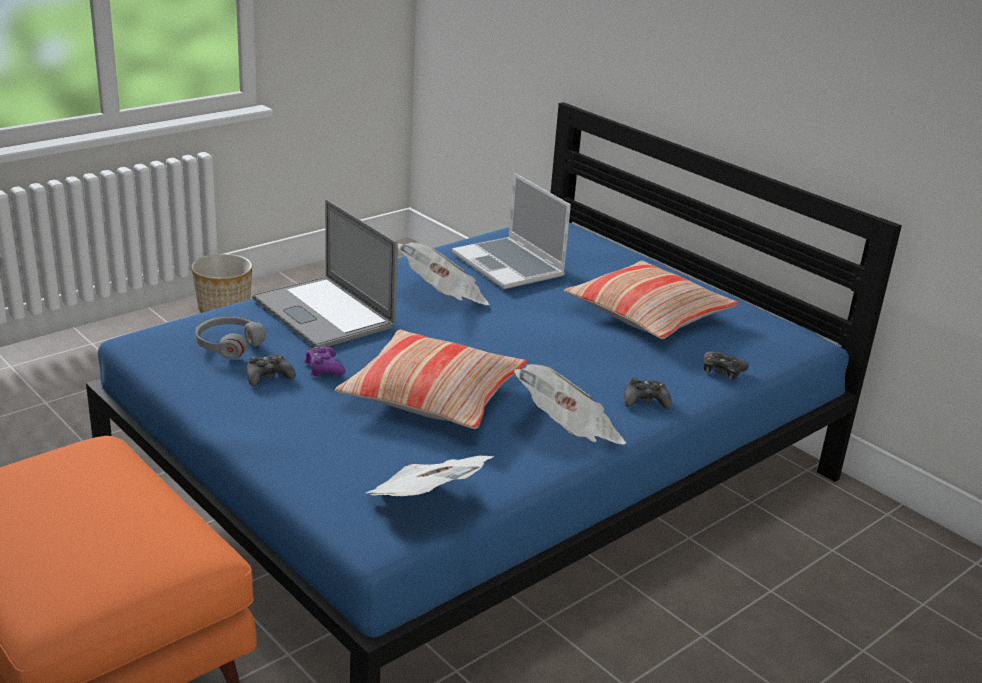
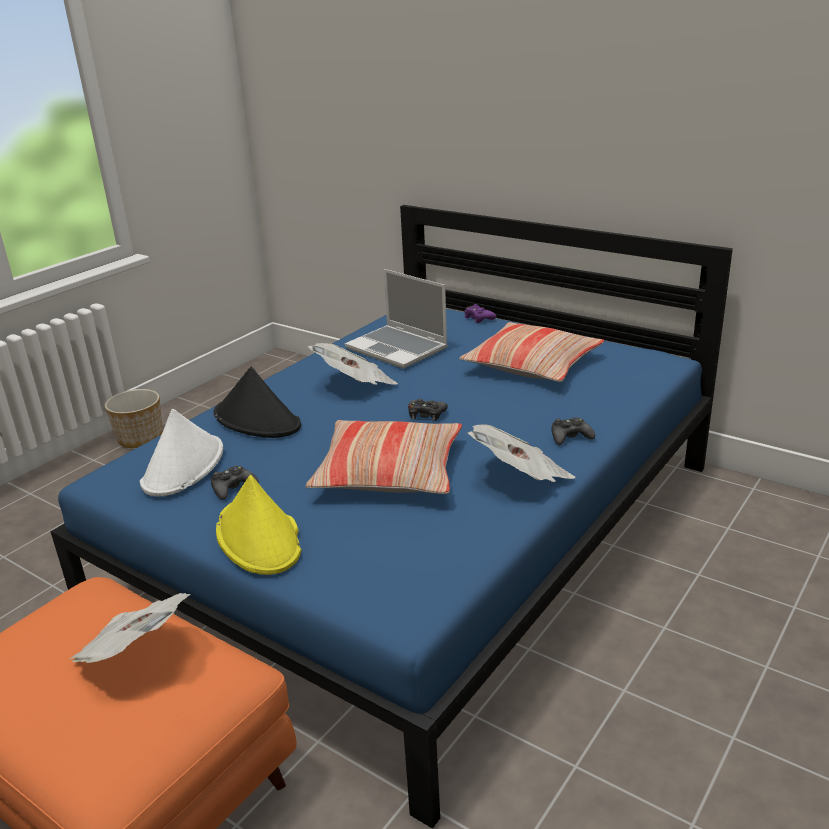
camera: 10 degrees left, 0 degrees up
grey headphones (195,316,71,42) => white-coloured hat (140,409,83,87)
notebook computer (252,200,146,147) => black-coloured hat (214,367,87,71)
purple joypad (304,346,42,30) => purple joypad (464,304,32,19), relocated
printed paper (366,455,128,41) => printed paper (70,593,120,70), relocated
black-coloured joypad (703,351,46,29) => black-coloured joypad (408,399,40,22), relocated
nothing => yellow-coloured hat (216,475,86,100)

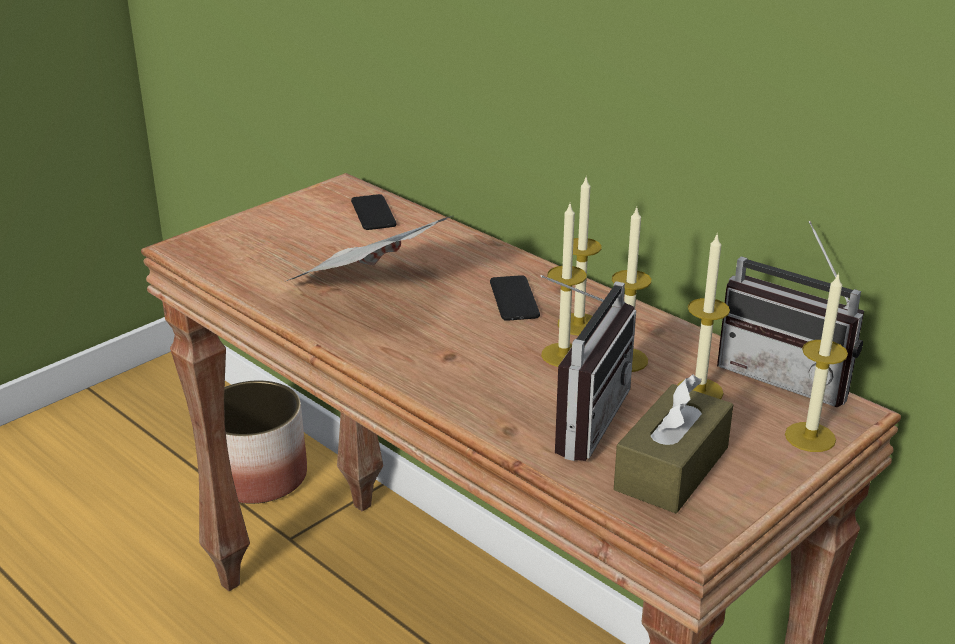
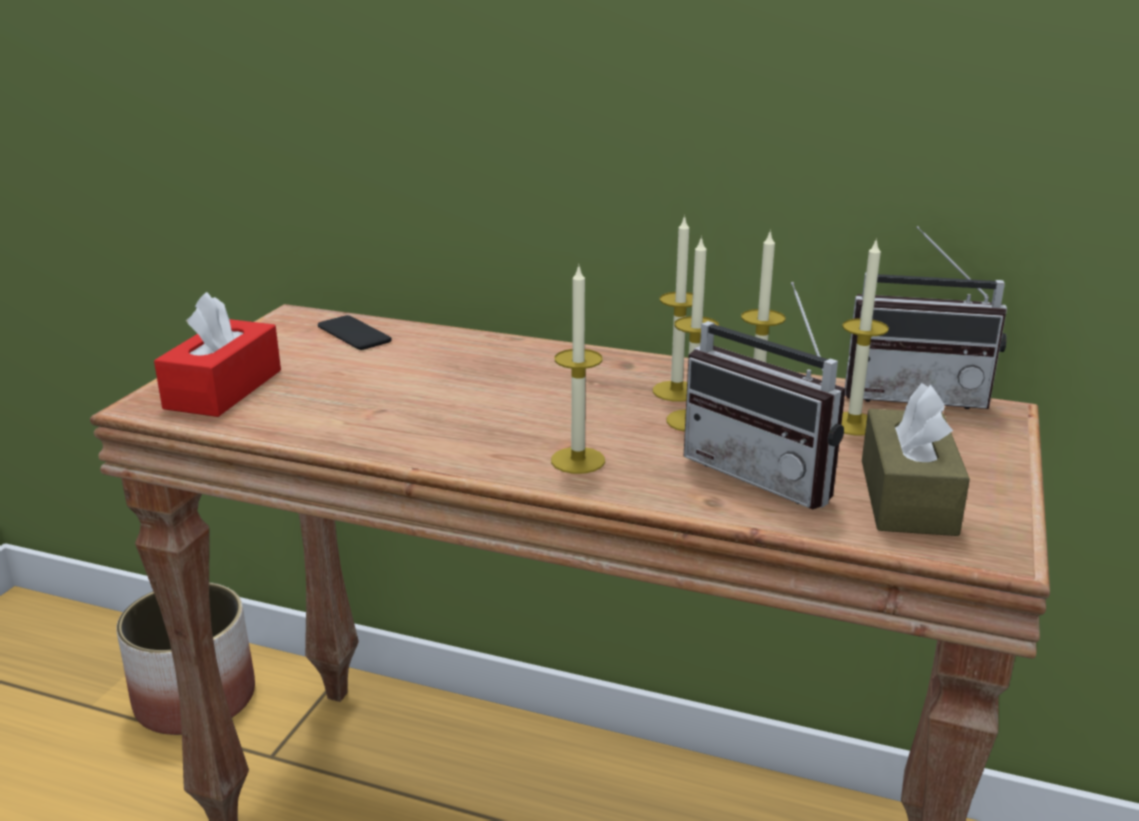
camera: 25 degrees left, 5 degrees down
printed paper (286,216,166,65) => nothing
telephone (490,275,50,46) => nothing
radio receiver (540,275,96,186) => radio receiver (684,282,162,227), 135 degrees clockwise
candle (785,272,63,180) => candle (551,264,54,210), relocated
nothing => red tissue holder (154,292,127,125)

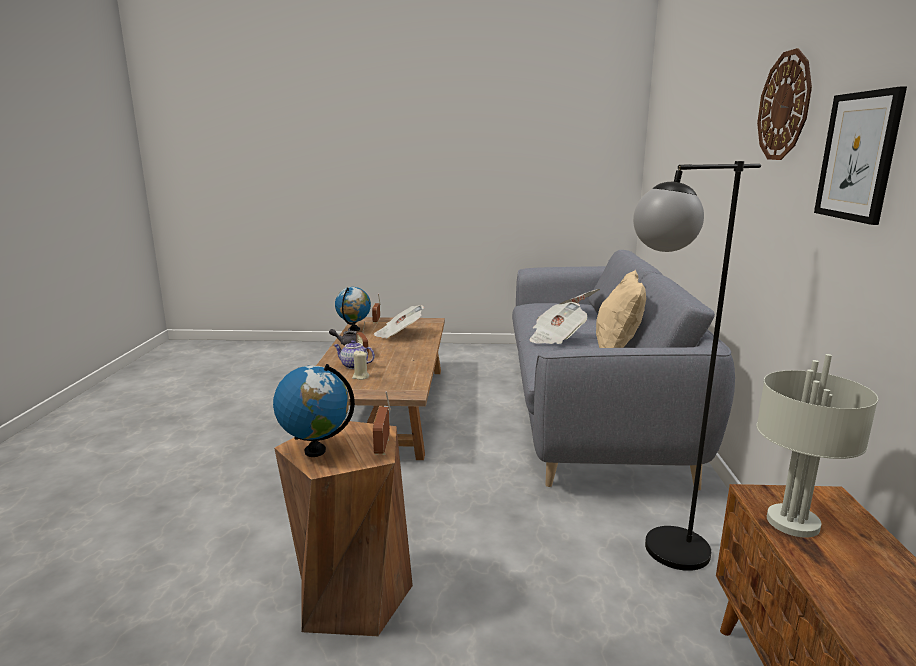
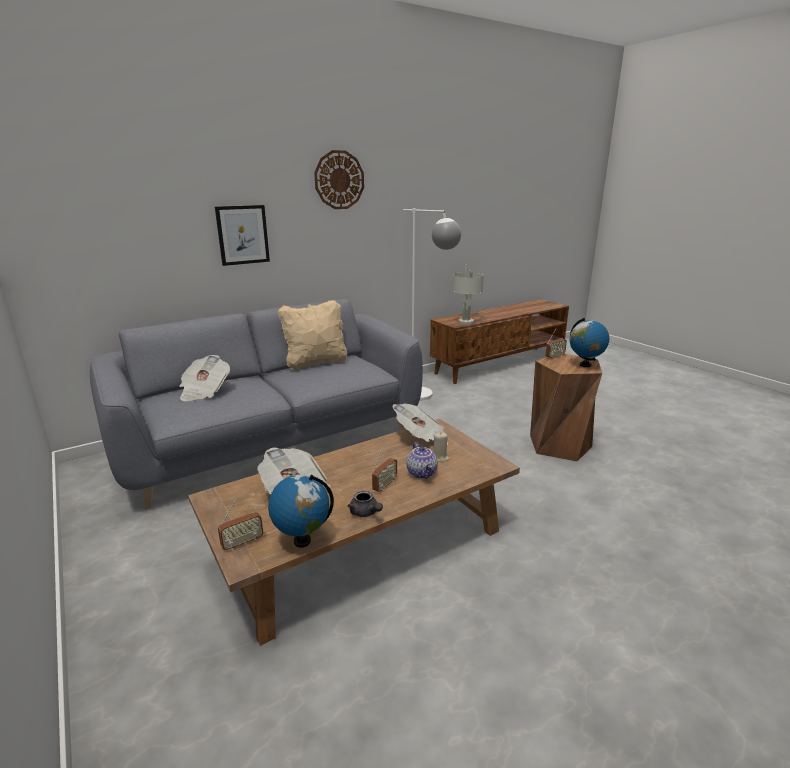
camera: 125 degrees left, 5 degrees up
printed paper (530,302,57,42) => printed paper (392,404,57,41), relocated
black-coloured standard lamp (633,161,128,410) => white-coloured standard lamp (403,208,58,193)
wall art (814,86,93,139) => wall art (215,205,55,61), relocated

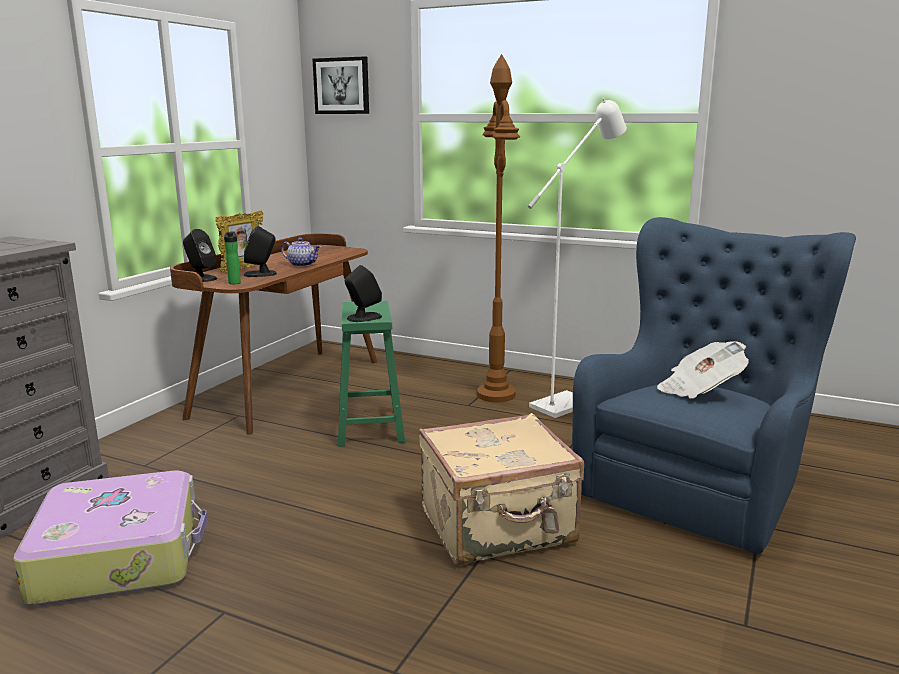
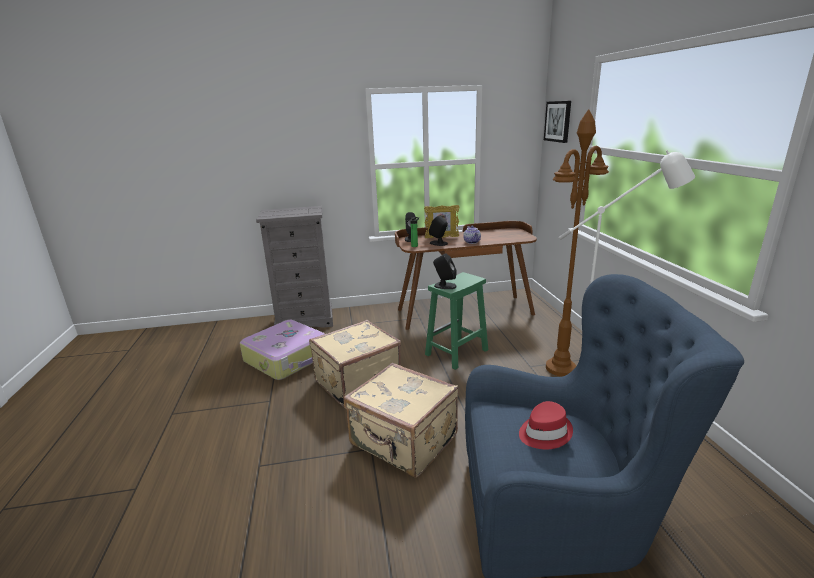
camera: 55 degrees right, 5 degrees up
printed paper (657,341,92,58) => red hat (519,401,54,48)
nothing => beige-coloured travel case (309,320,92,87)

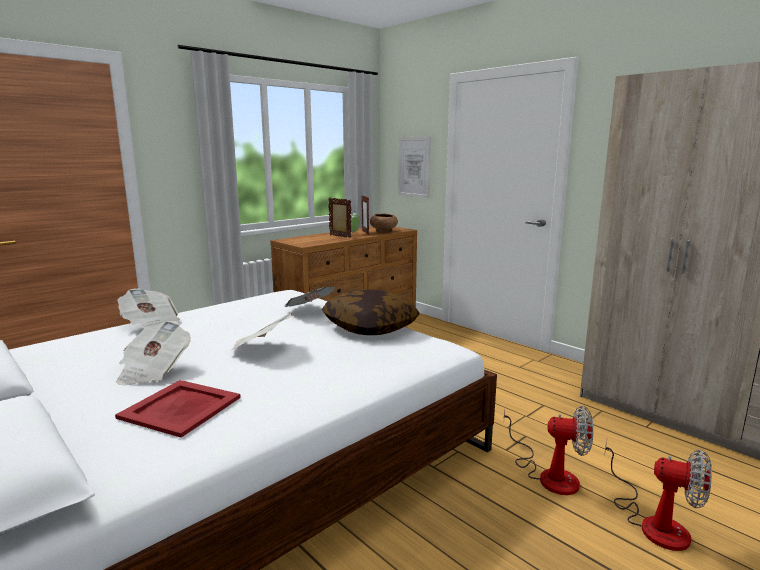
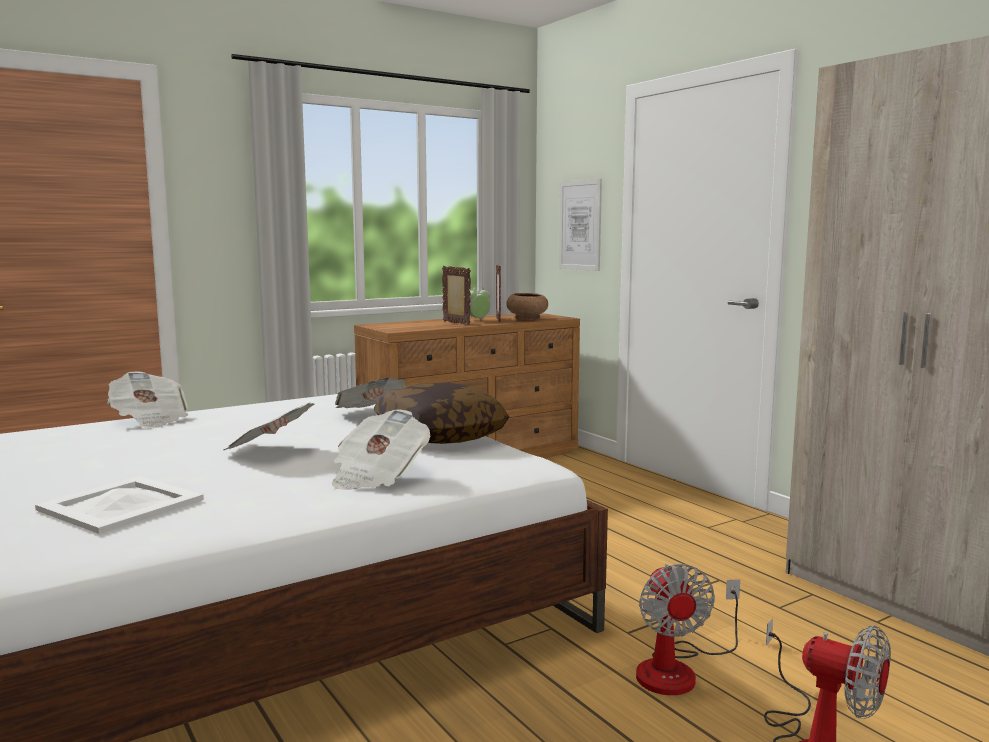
camera: 10 degrees right, 5 degrees down
red serving tray (115,380,126,58) => white-coloured serving tray (35,476,169,58)
printed paper (116,321,75,64) => printed paper (332,409,98,81), relocated
cooling fan (504,406,89,89) => cooling fan (636,564,104,131), 60 degrees clockwise

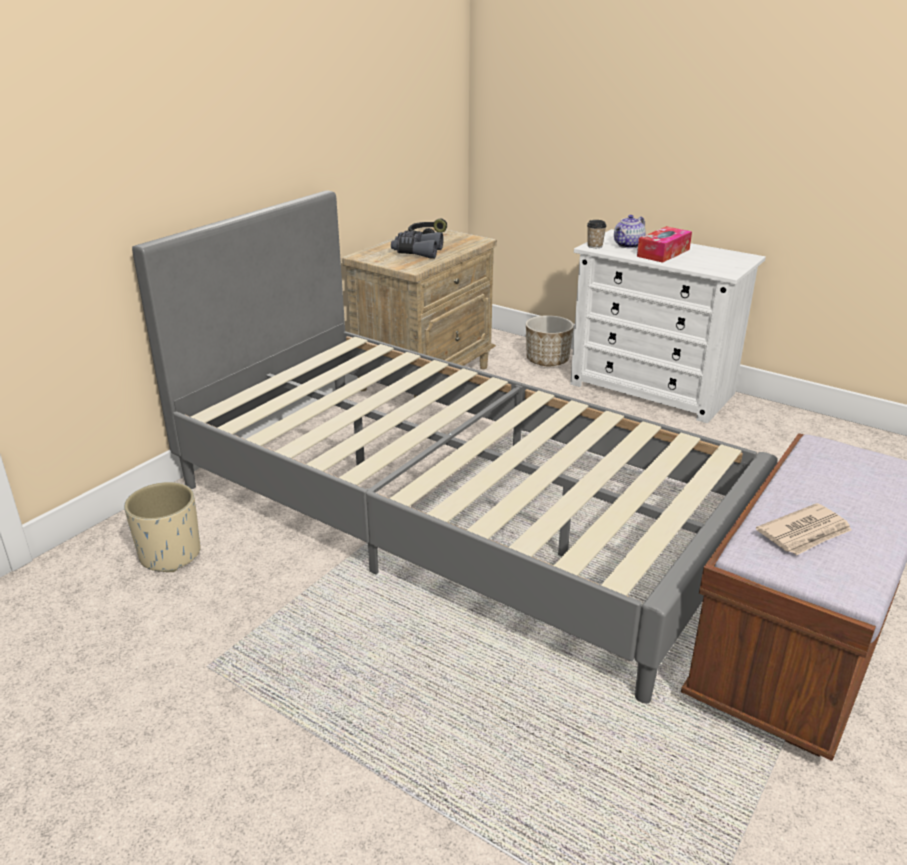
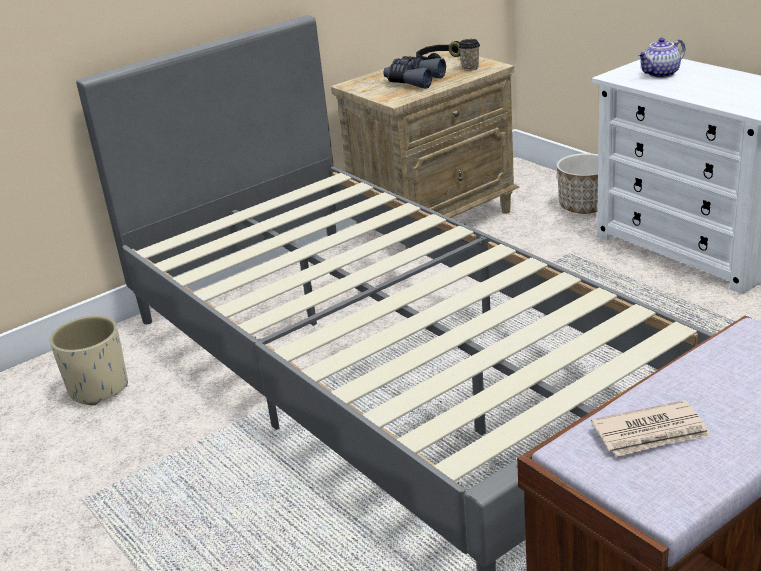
camera: 20 degrees right, 0 degrees up
cup (587,220,20,28) => cup (459,39,21,32), relocated
tissue holder (637,226,55,37) => nothing

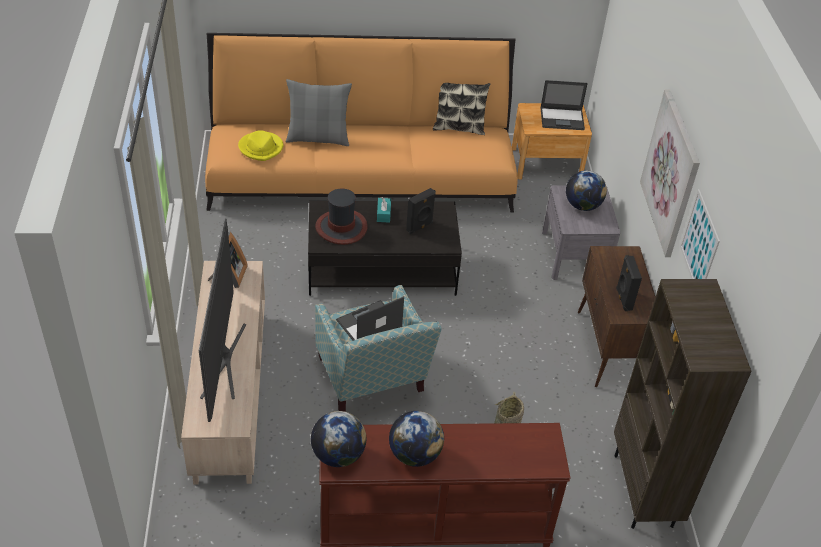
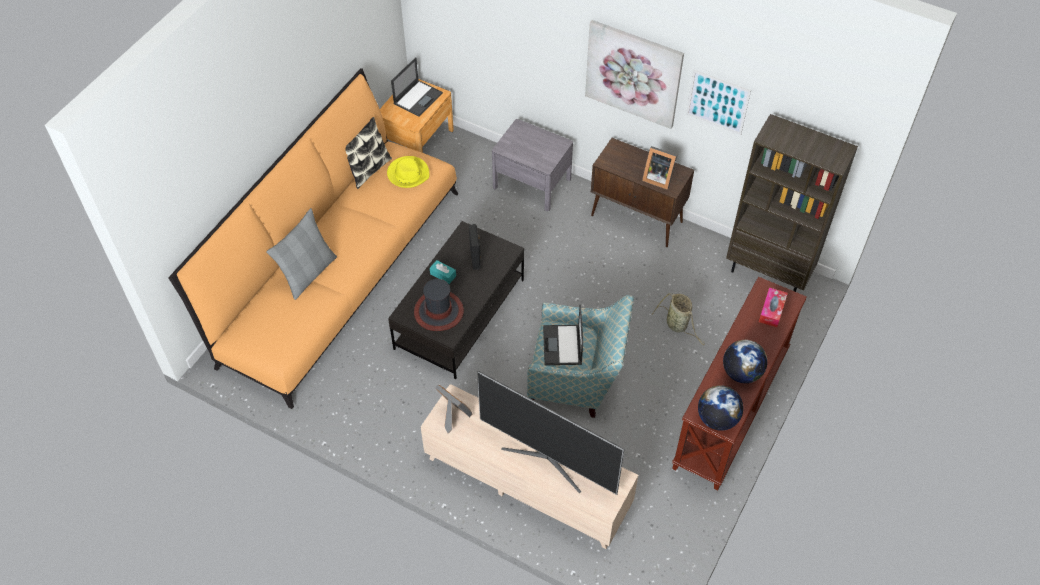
camera: 55 degrees left, 10 degrees up
yellow-coloured hat (238,130,45,31) => yellow-coloured hat (387,156,42,32), relocated
globe (566,170,41,41) => nothing
black-coloured audio speaker (616,255,26,56) => photo frame (642,146,35,44)
nothing => tissue holder (759,287,29,40)

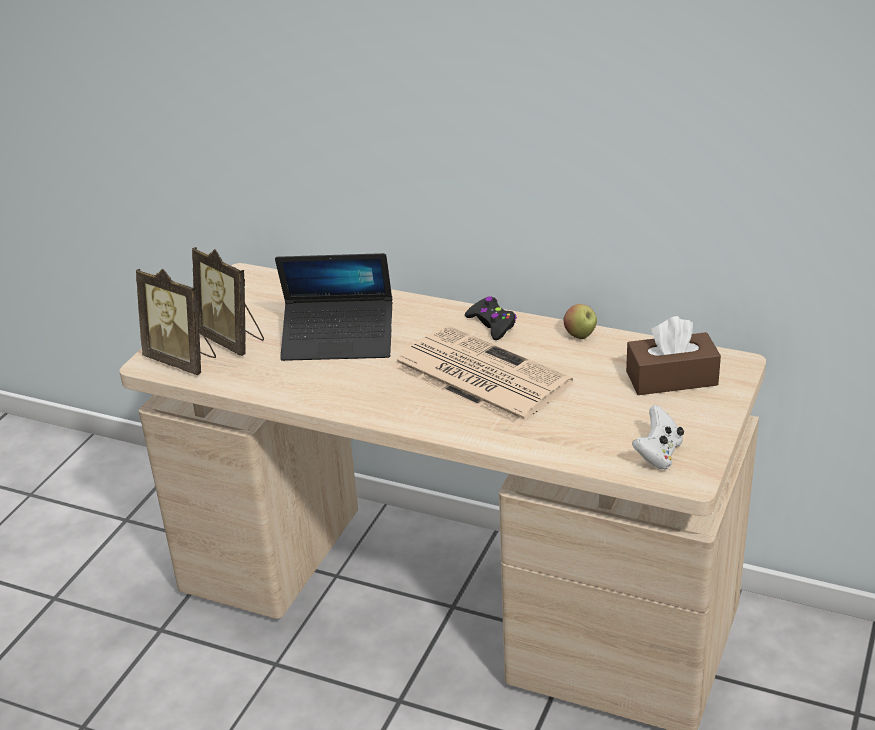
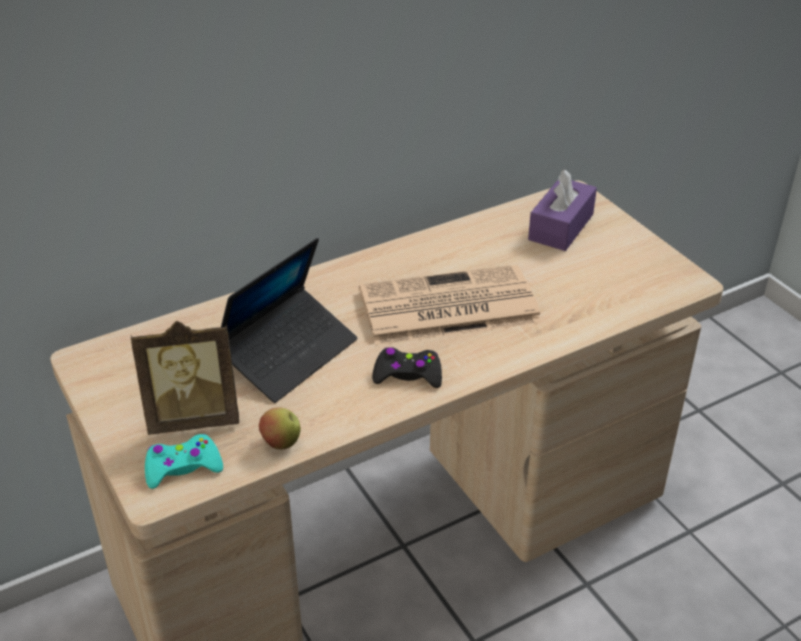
camera: 55 degrees left, 5 degrees up
photo frame (136,269,80,106) => turquoise joypad (145,434,78,55)
black-coloured joypad (465,296,52,44) => black-coloured joypad (372,347,70,41), relocated
apple (564,304,33,35) => apple (259,407,42,42), relocated
brown tissue holder (626,316,95,79) => purple tissue holder (528,170,69,81)
white-coloured joypad (632,405,52,64) => nothing

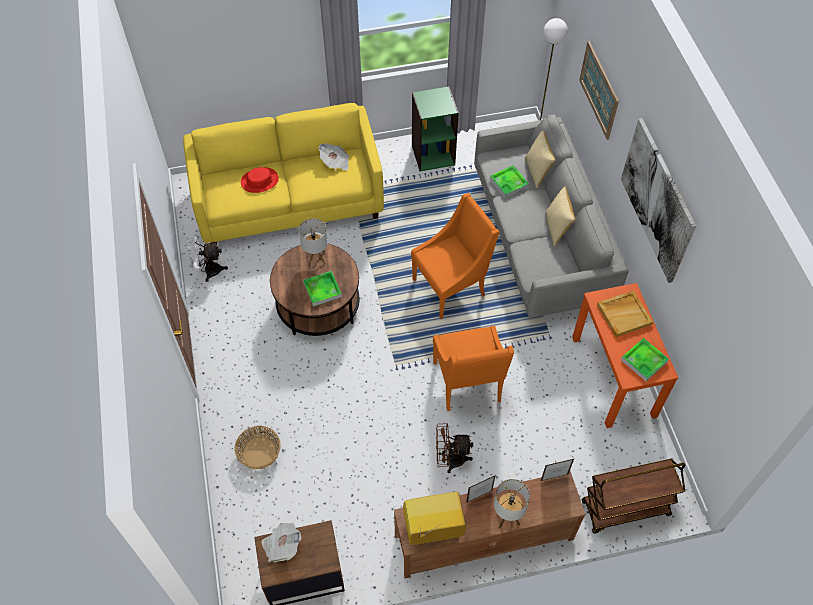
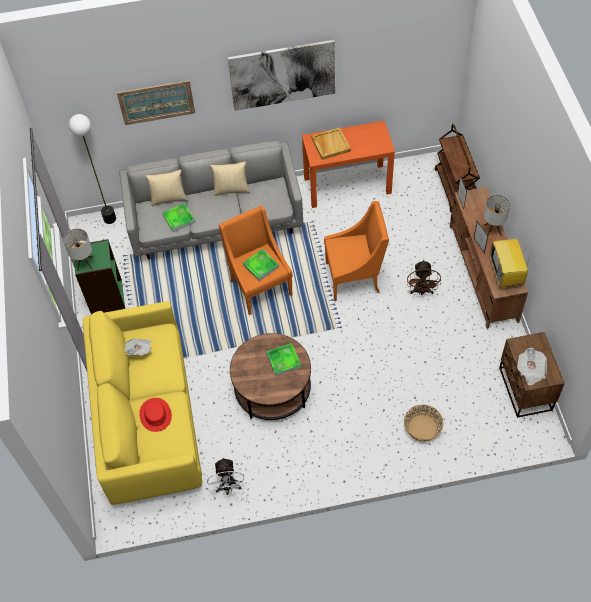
camera: 85 degrees left, 0 degrees up
table lamp (299,218,29,48) => table lamp (63,229,30,42), relocated
serving tray (621,338,48,43) => serving tray (243,249,36,32), relocated

